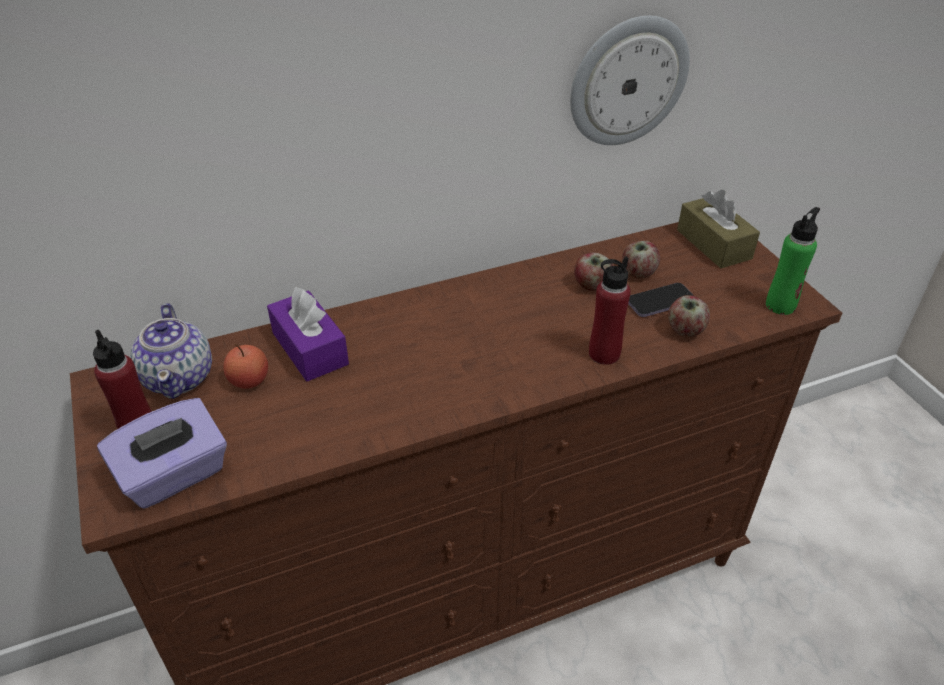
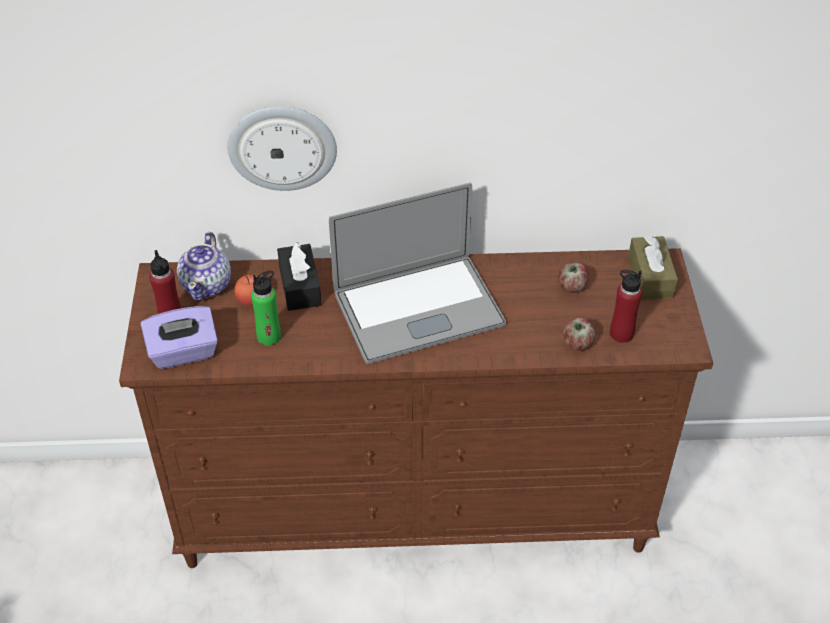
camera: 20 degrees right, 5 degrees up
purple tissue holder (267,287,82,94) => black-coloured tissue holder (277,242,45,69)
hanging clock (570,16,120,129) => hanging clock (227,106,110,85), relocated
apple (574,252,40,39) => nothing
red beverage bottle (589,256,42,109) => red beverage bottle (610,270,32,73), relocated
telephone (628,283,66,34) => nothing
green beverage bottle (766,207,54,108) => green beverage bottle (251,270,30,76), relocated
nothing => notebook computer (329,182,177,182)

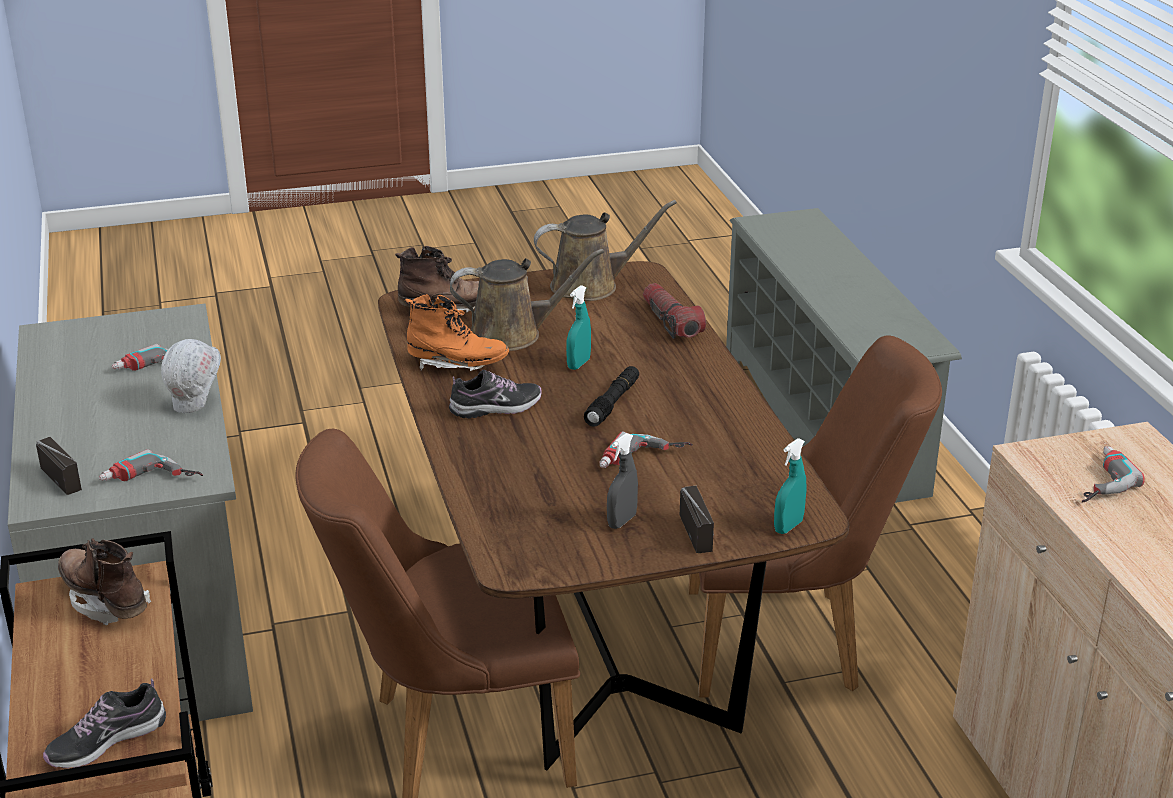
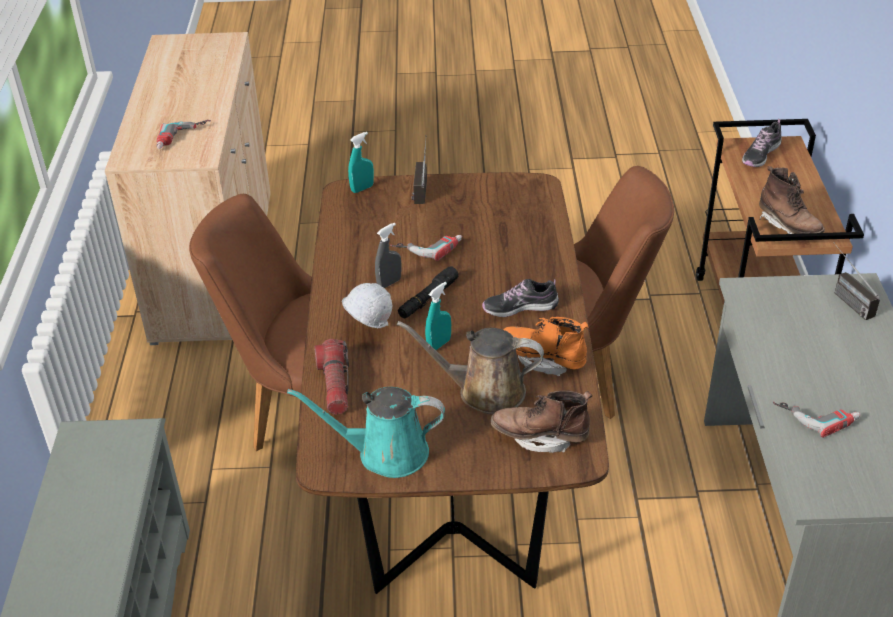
camera: 165 degrees left, 10 degrees up
item of footwear (43,678,123,90) => item of footwear (742,119,40,48), 150 degrees clockwise
drill (99,449,104,32) => nothing
white-coloured work helmet (161,339,60,74) => white-coloured work helmet (342,283,50,45), relocated
brown watering can (534,200,143,101) => turquoise watering can (287,387,158,91)
grey hand sprayer (607,433,31,96) => grey hand sprayer (375,222,26,66), relocated

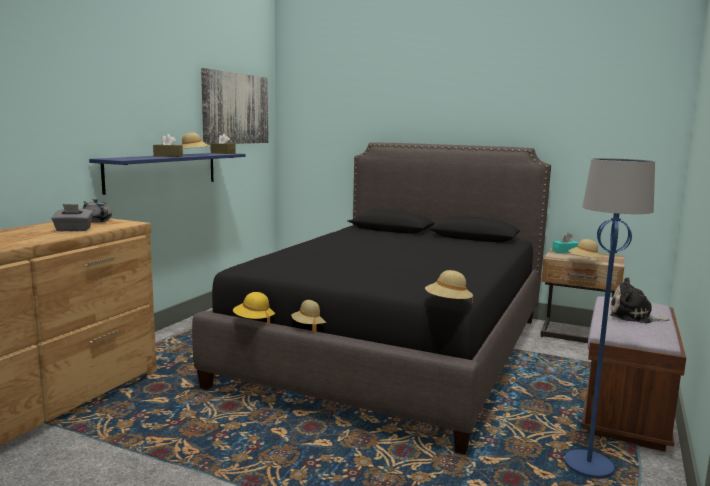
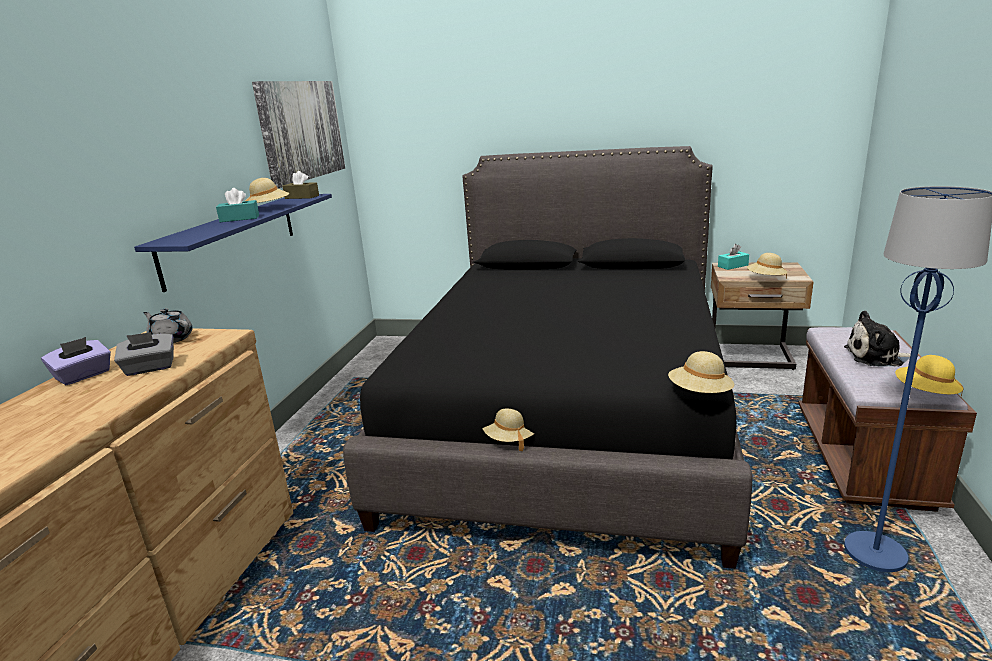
camera: 10 degrees left, 10 degrees up
brown tissue holder (153,134,30,23) => turquoise tissue holder (216,188,43,34)
yellow-coloured hat (233,292,42,34) => yellow-coloured hat (895,355,68,42), relocated
nothing => purple tissue holder (41,337,70,48)

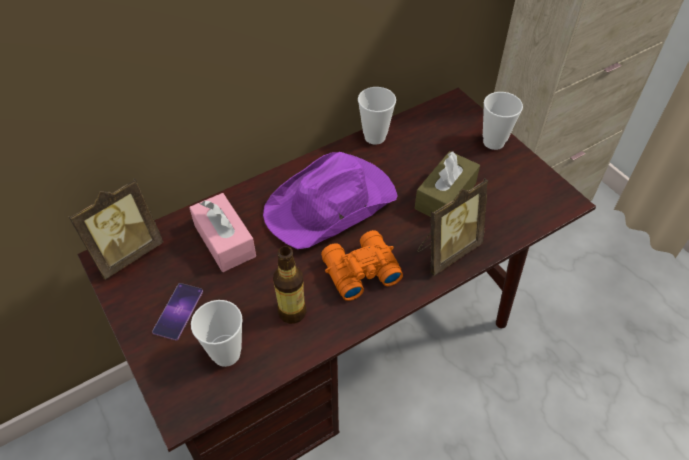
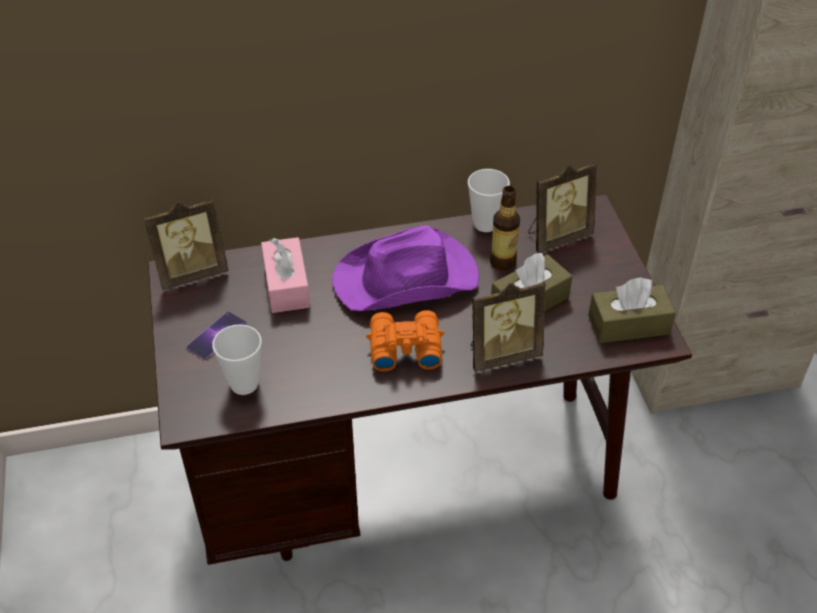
camera: 20 degrees right, 5 degrees down
beverage bottle (273,246,34,78) => beverage bottle (490,186,30,84), relocated
cup (483,92,40,58) => nothing
nothing => photo frame (528,162,69,91)
nothing => brown tissue holder (588,277,88,66)

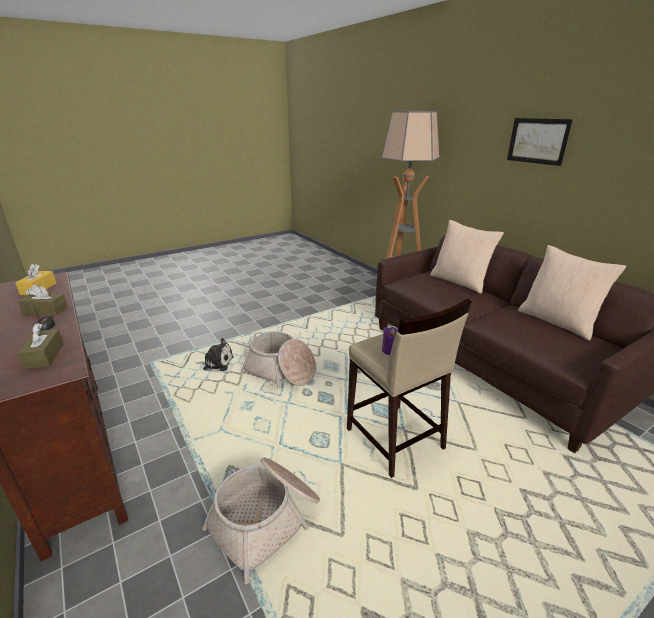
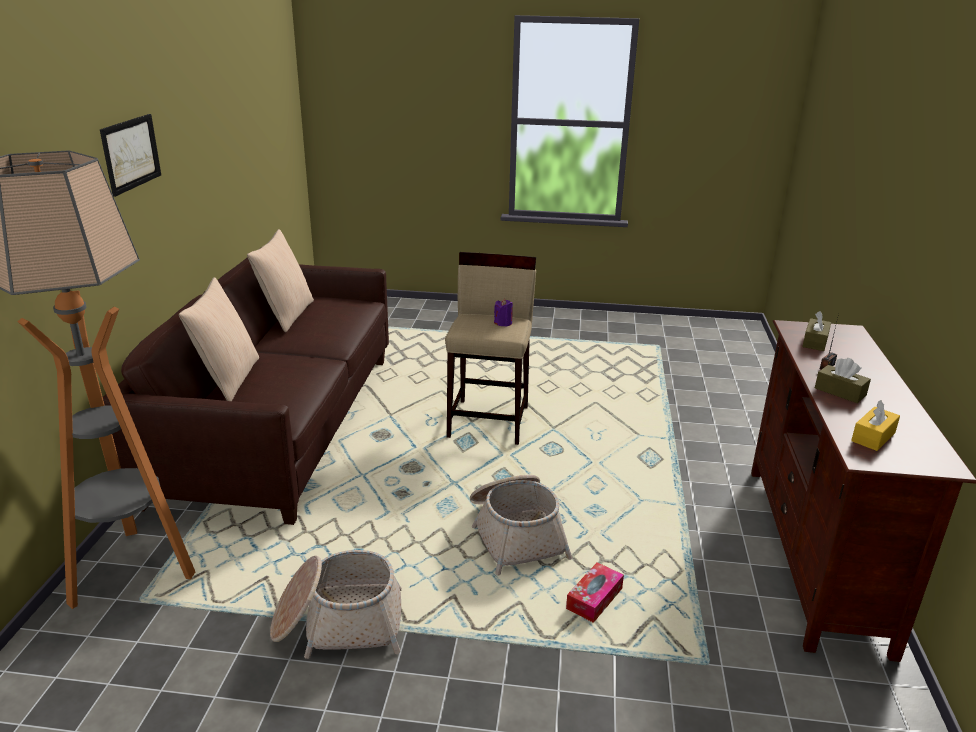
camera: 140 degrees left, 0 degrees up
cuddly toy (196,338,38,33) => tissue holder (566,562,58,61)
basket (202,457,118,127) => basket (270,550,132,109), relocated

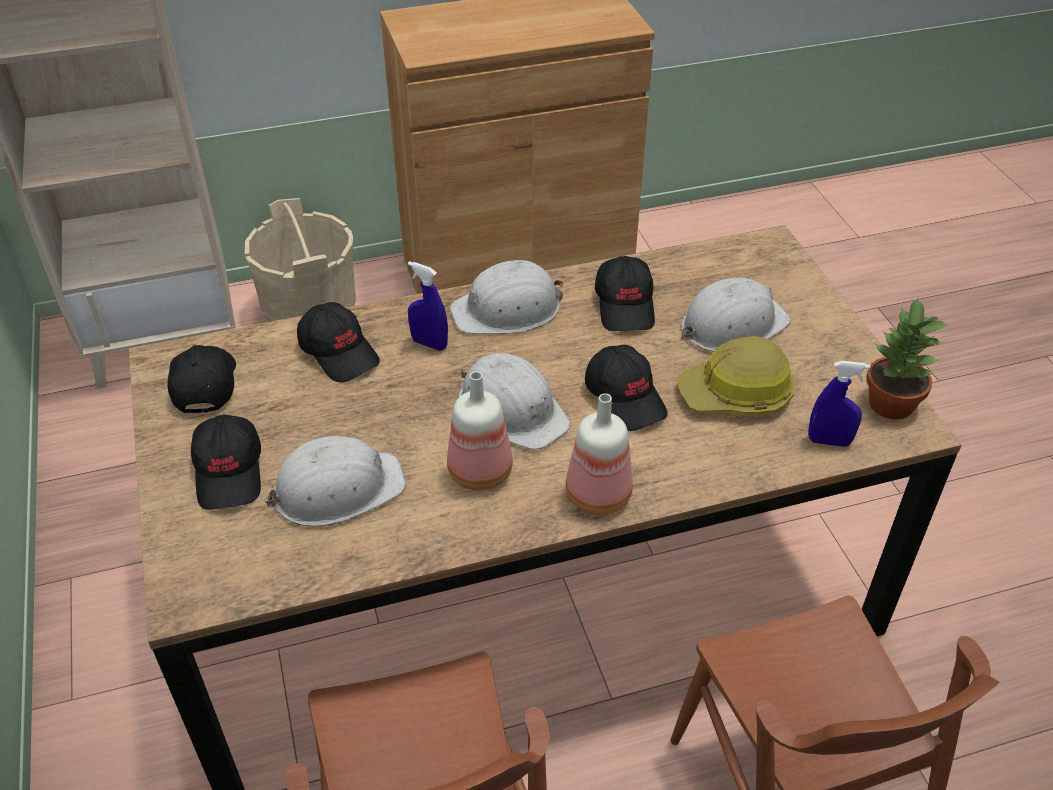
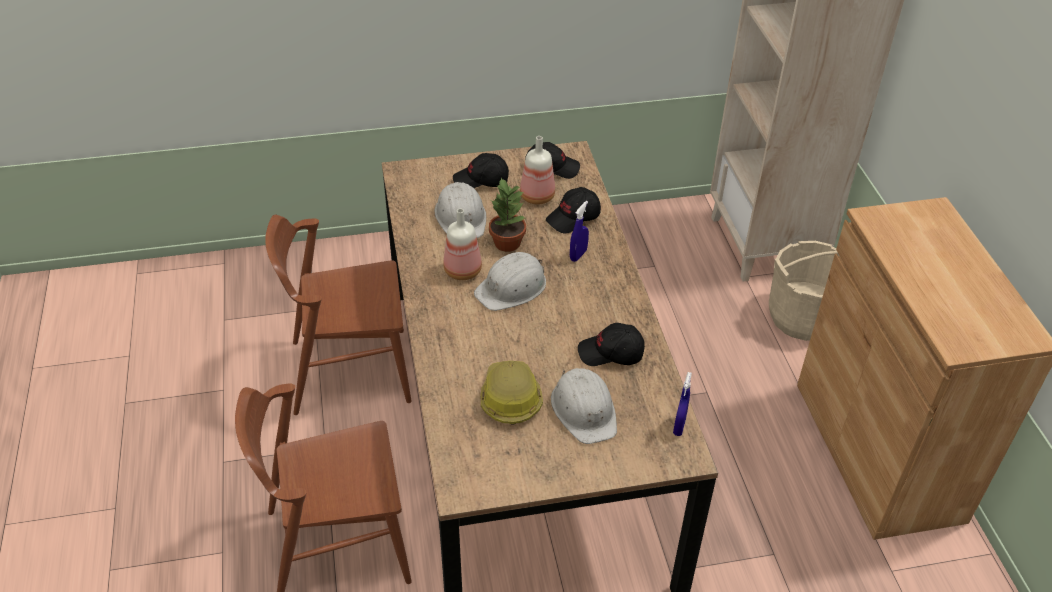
camera: 95 degrees right, 0 degrees up
white-coloured work helmet (450,260,113,74) => nothing
beverage bottle (566,393,67,122) => beverage bottle (520,136,35,69), relocated
black-coloured peaked cap (585,345,82,86) => nothing
blue-coloured hand sprayer (808,361,62,86) => blue-coloured hand sprayer (673,372,19,64), relocated
potted plant (866,298,83,122) => potted plant (489,178,37,74), relocated

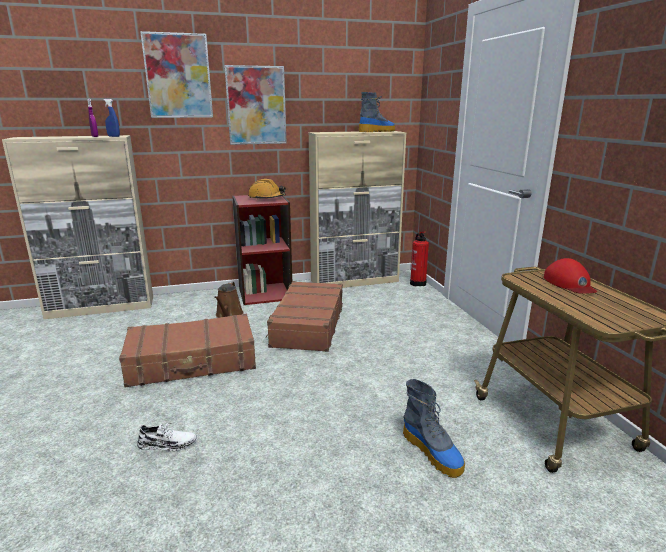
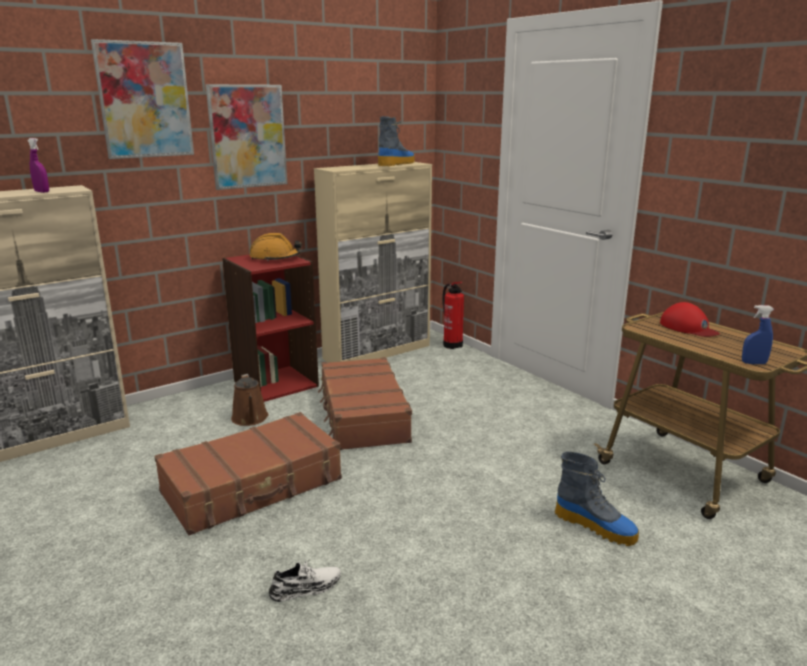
camera: 20 degrees left, 0 degrees up
blue-coloured hand sprayer (103,99,17,38) => blue-coloured hand sprayer (742,305,32,59), relocated

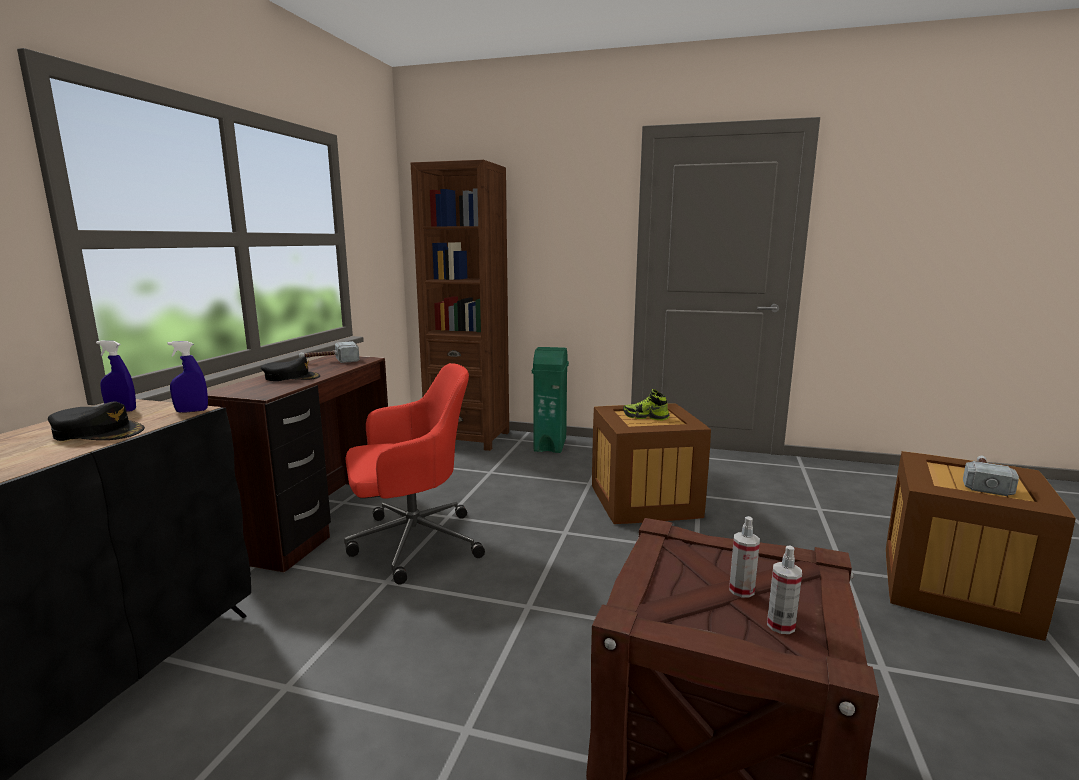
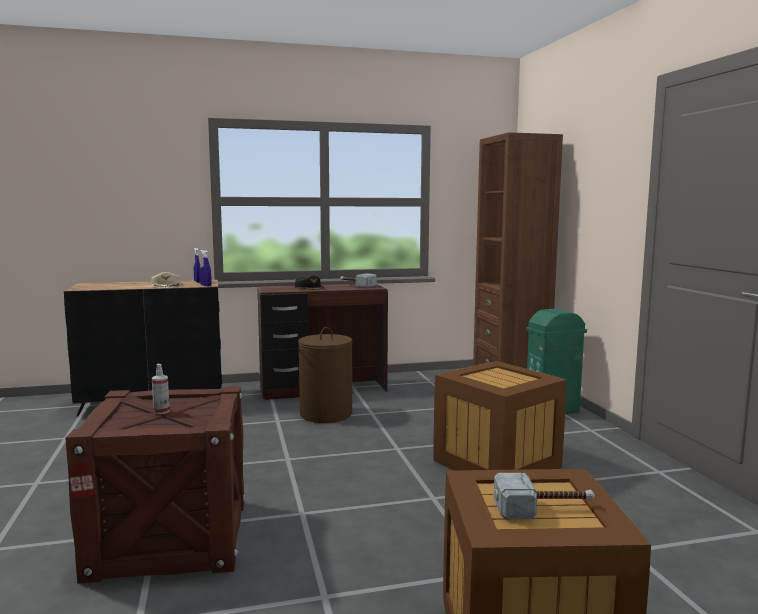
camera: 60 degrees right, 5 degrees down
black-coloured peaked cap (48,401,97,40) => beige-coloured peaked cap (151,272,29,16)
red computer chair (344,363,141,221) => brown laundry basket (298,327,54,96)
item of footwear (623,389,46,31) => nothing
hand sprayer (767,545,35,89) => nothing

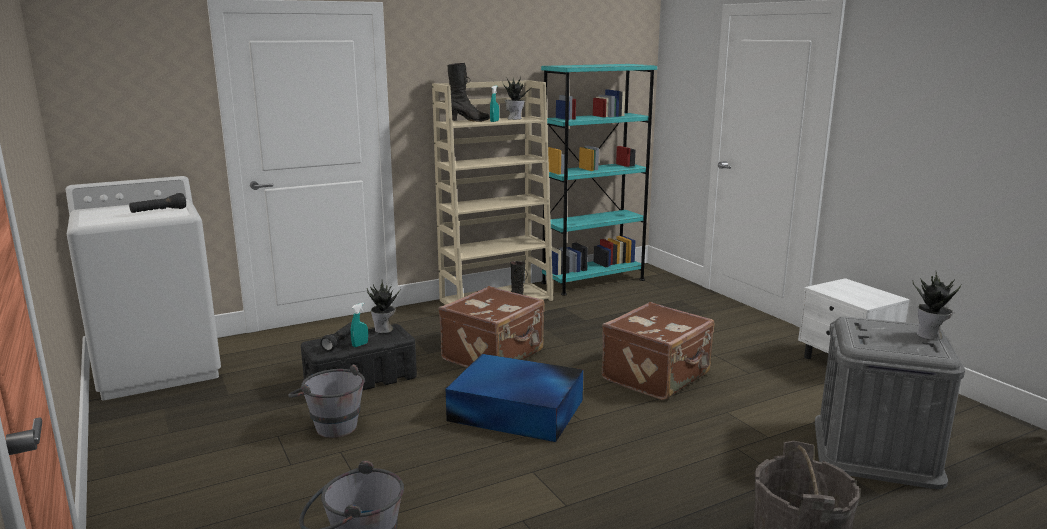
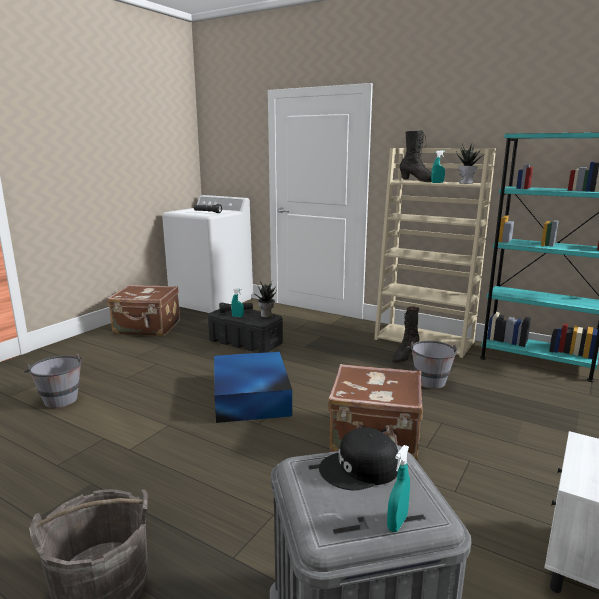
camera: 60 degrees right, 0 degrees up
grey bucket (288,364,77,74) => grey bucket (406,341,52,48), relocated
brown travel case (439,286,106,82) => brown travel case (107,285,73,51), relocated
potted plant (913,272,49,68) => turquoise hand sprayer (387,445,23,87)
nothing => black-coloured peaked cap (319,427,79,64)

